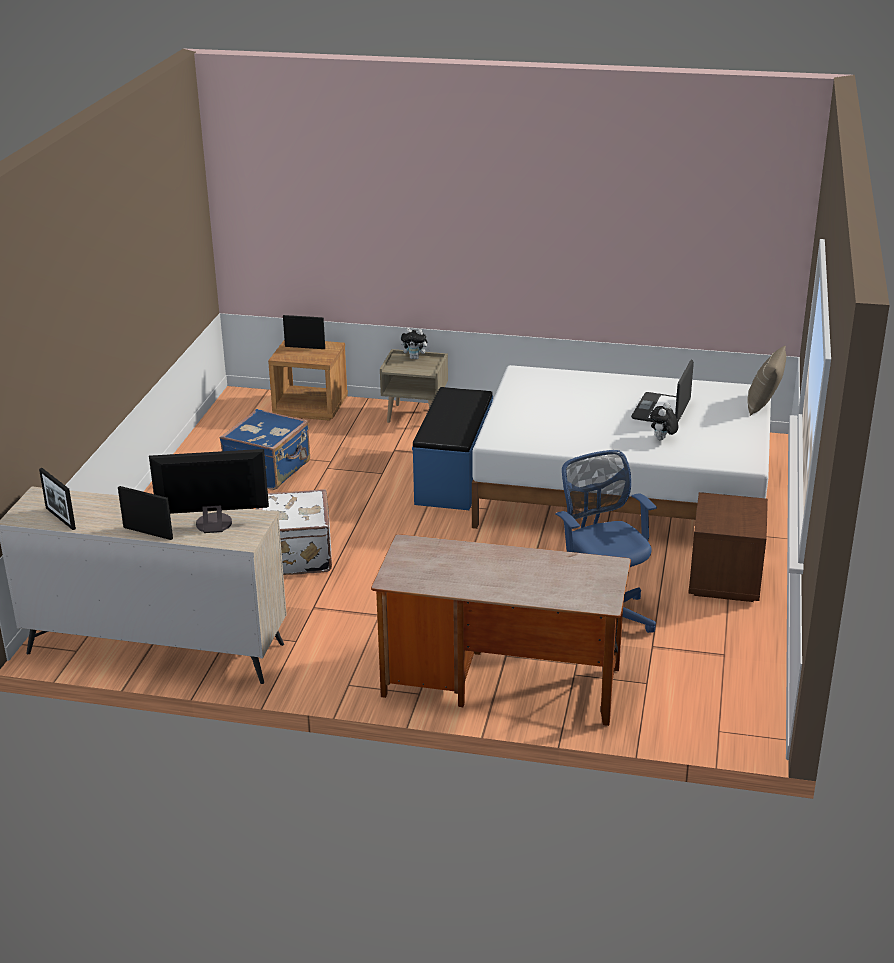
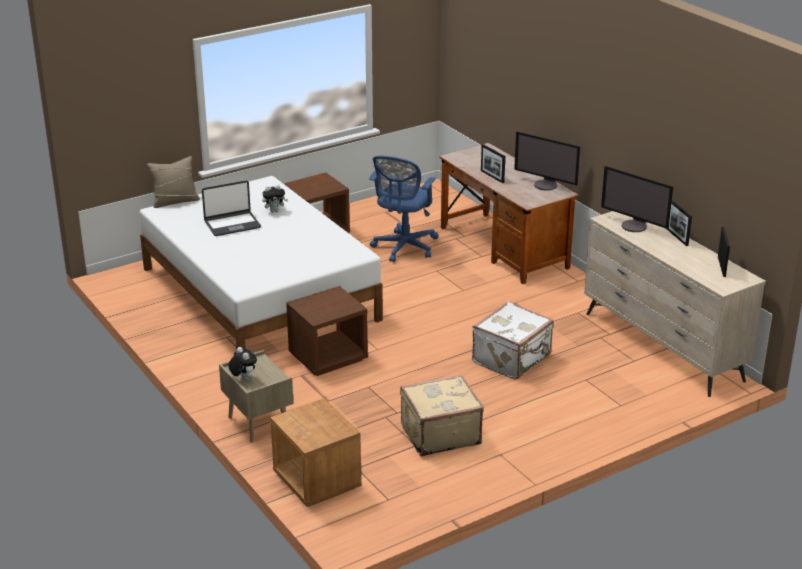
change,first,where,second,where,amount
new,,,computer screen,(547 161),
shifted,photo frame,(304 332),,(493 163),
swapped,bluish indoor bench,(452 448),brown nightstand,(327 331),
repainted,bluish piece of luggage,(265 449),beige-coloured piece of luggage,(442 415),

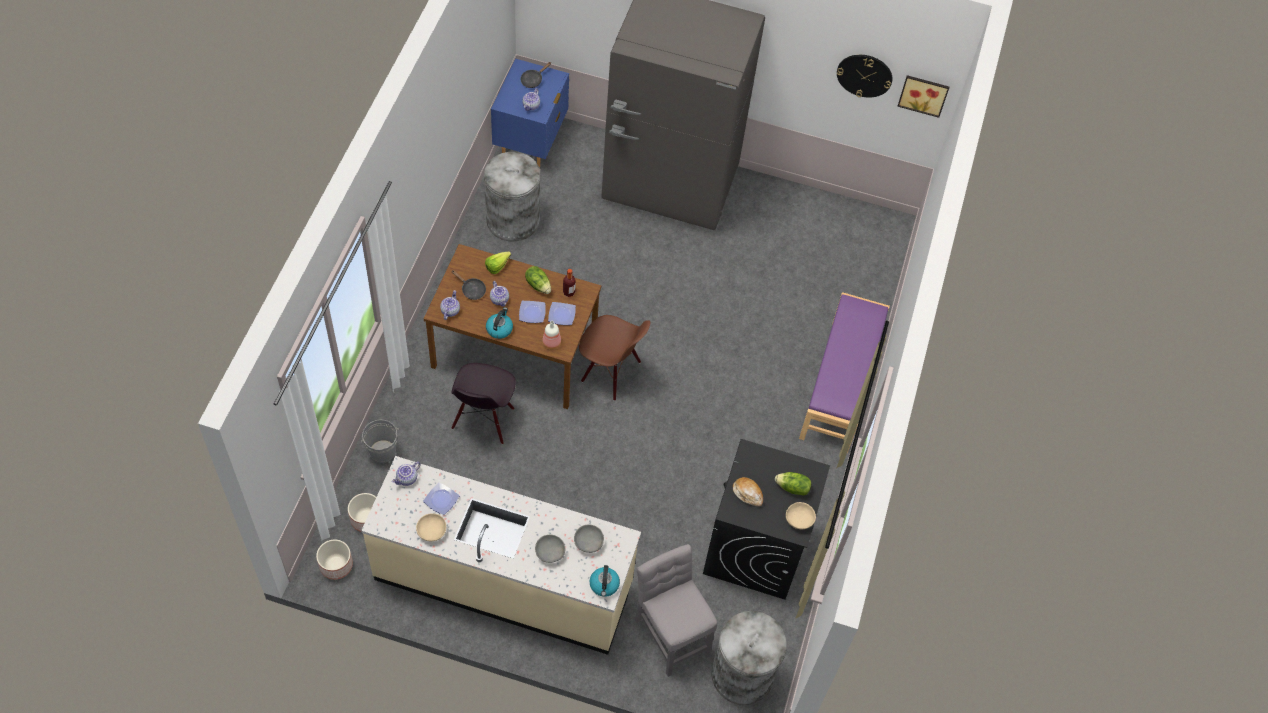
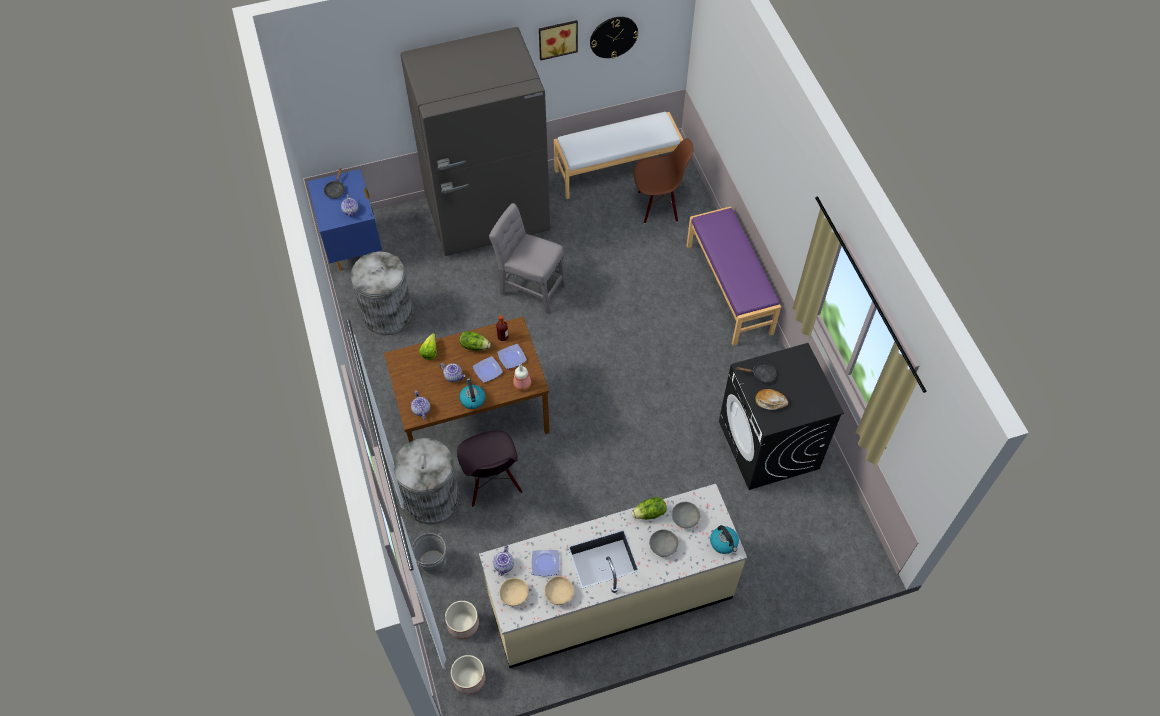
change,first,where,second,where,amount
new,,,white-coloured indoor bench,(618 155),
shifted,blackish skillet,(469 285),,(756 372),
shifted,brown upright chair,(614 358),,(663 181),
shifted,gray upright chair,(676 610),,(527 258),
shifted,gray rubbish bin,(749 658),,(427 481),
shifted,lettuce,(793 484),,(649 508),
shifted,beige-coloured deep dish,(801 515),,(514 592),
shifted,picture,(923 96),,(558 40),

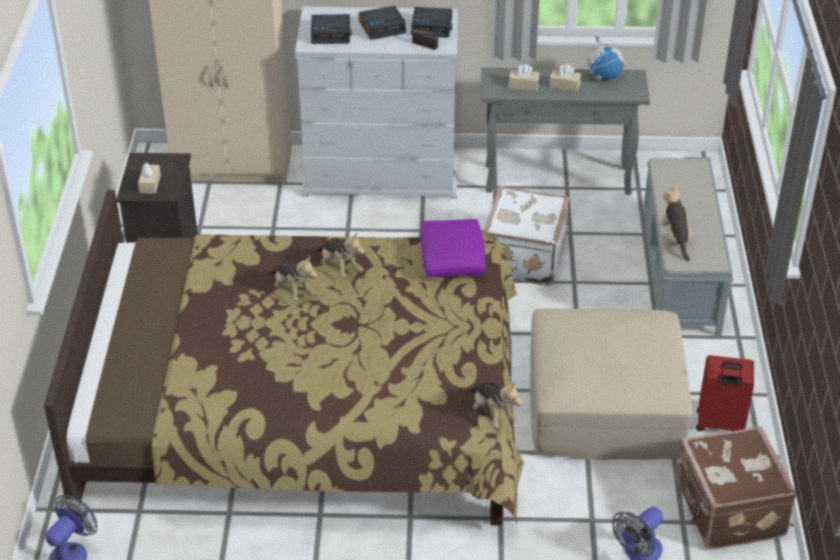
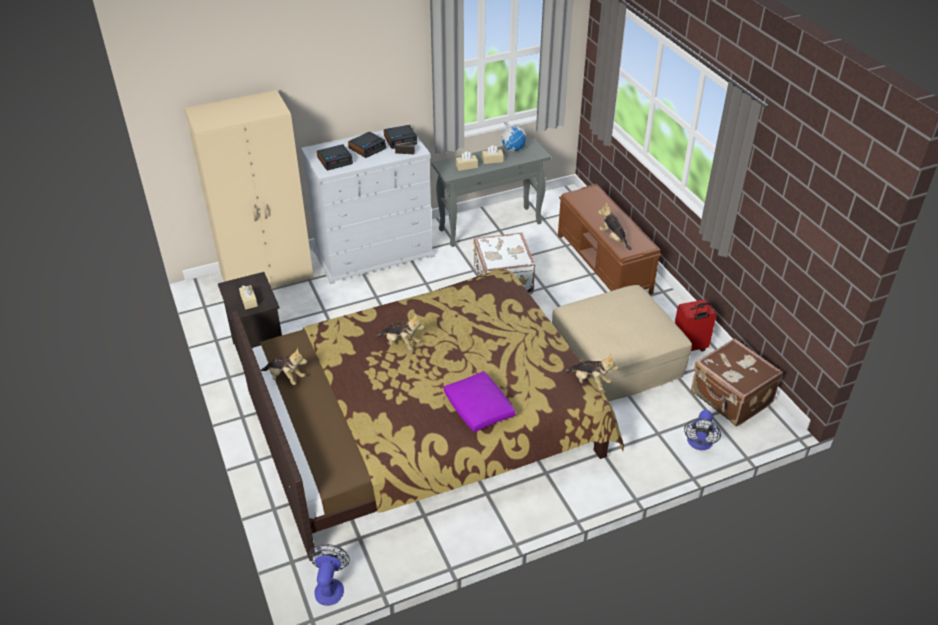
change,first,where,second,where,amount
shifted,cuddly toy,(340 254),,(284 366),
shifted,purple-coloured throw pillow,(453 248),,(479 401),
repainted,gray indoor bench,(687 246),brown indoor bench,(609 239),

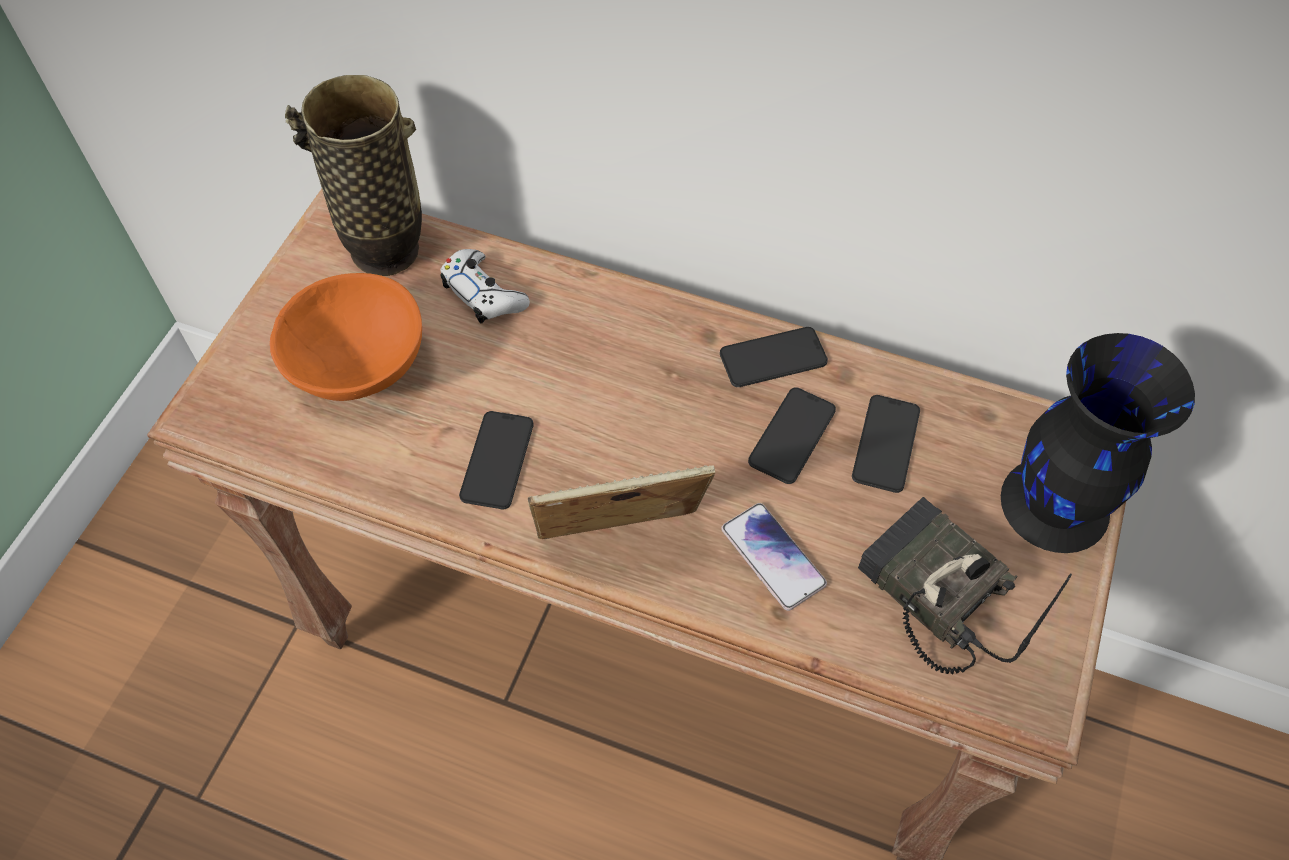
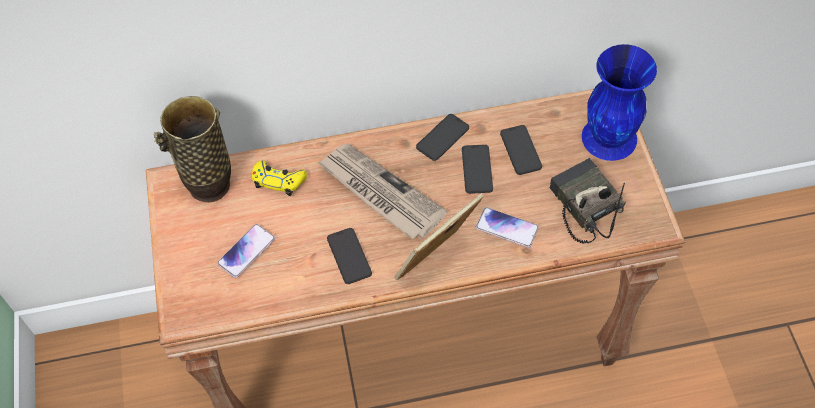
change,first,where,second,where,amount
new,,,daily paper,(382 192),
swapped,orangey deep dish,(346 337),handset,(246 251),
repainted,white-coloured gamepad,(485 286),yellow gamepad,(279 178),
repainted,blackish vase,(1098 443),bluish vase,(619 102),
rotated,radio,(965 585),,(588 201),45 degrees clockwise

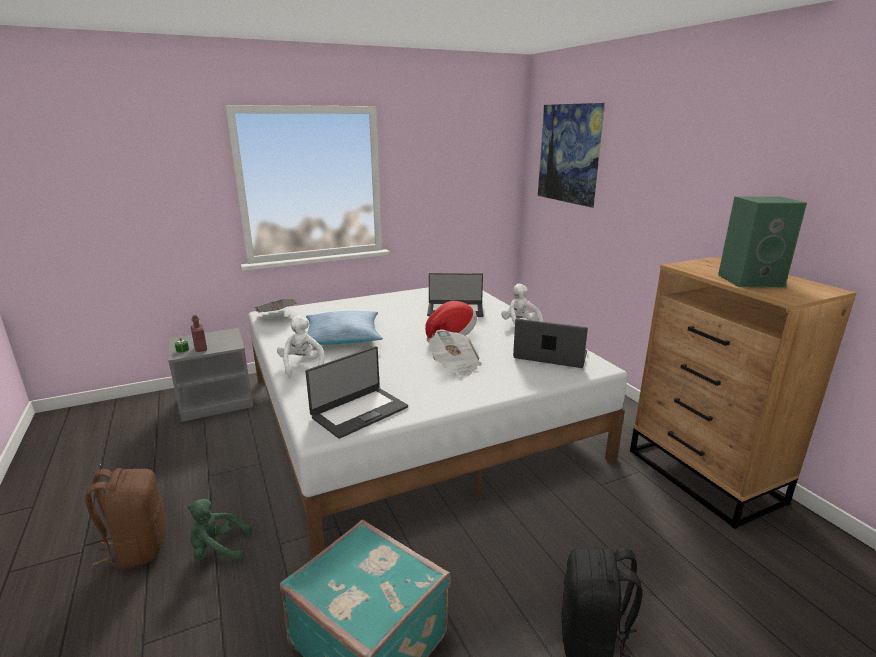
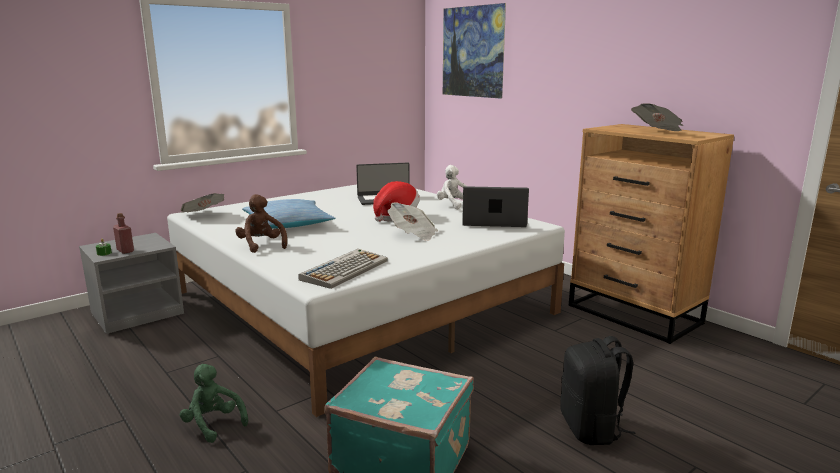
change,first,where,second,where,amount
gone,brown rucksack,(125 518),,,
swapped,notebook computer,(356 392),keyboard,(343 269),
swapped,green-coloured loudspeaker,(762 241),daily paper,(657 117),
repainted,white-coloured cuddly toy,(301 346),brown cuddly toy,(261 223),
rotated,green-coloured cuddly toy,(219 530),,(214 403),60 degrees clockwise

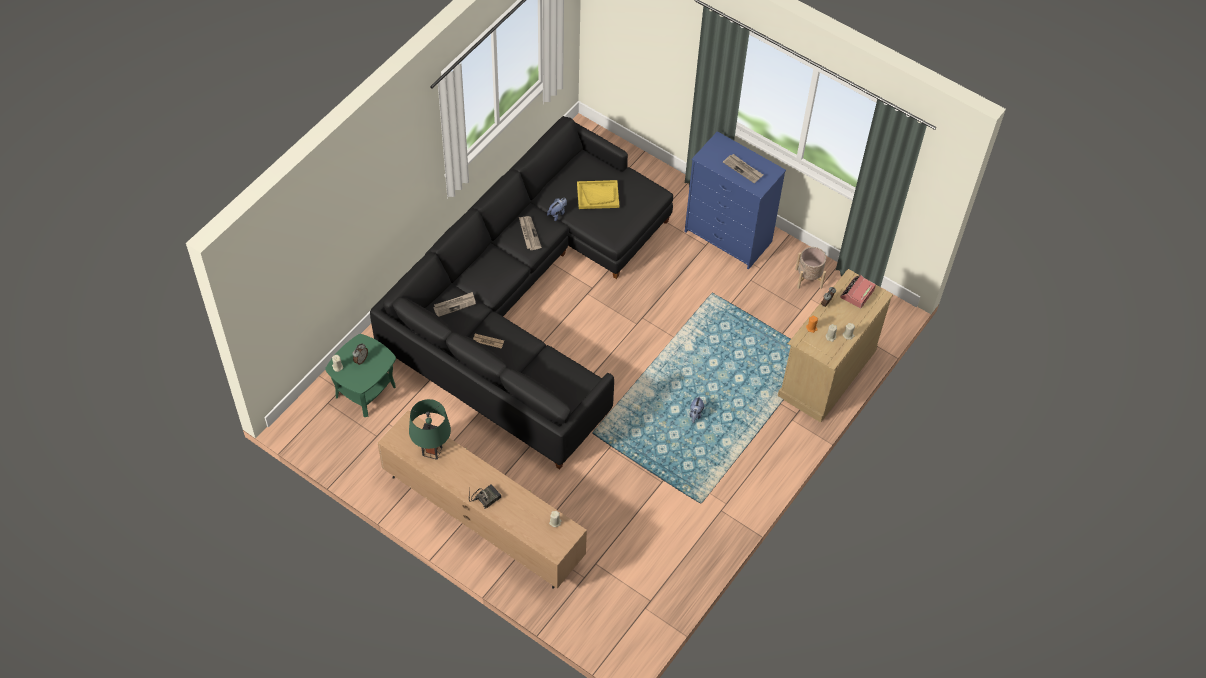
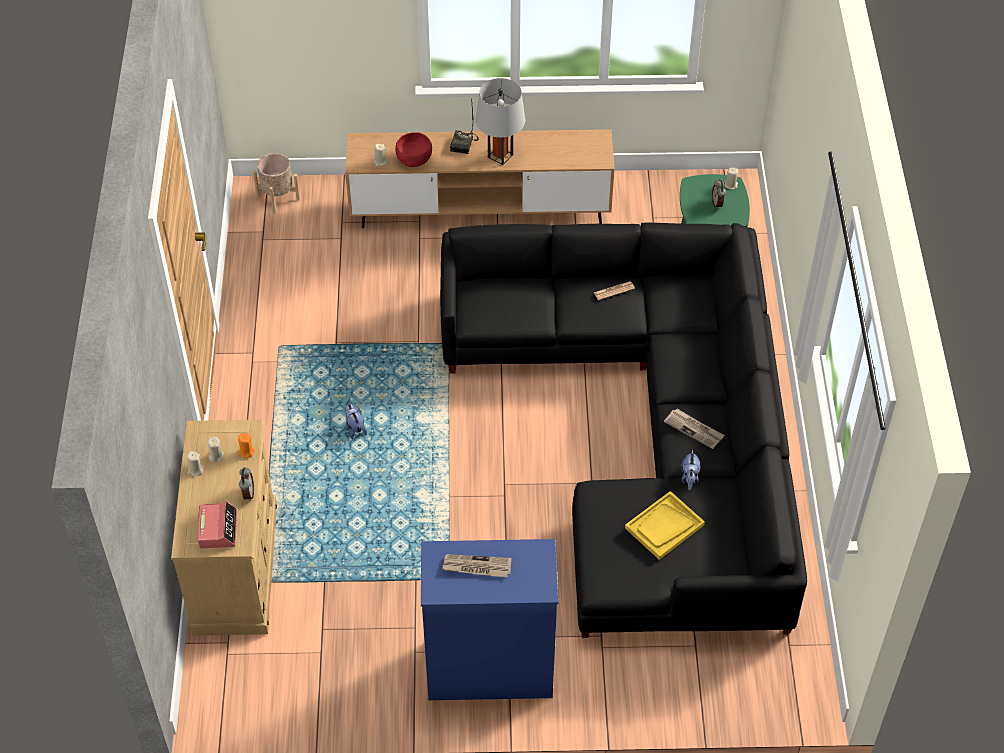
change,first,where,second,where,amount
gone,green-coloured lamp for a table,(430 429),,,
gone,daily paper,(454 304),,,
new,,,red deep dish,(413 149),
new,,,gray lamp for a table,(500 121),
shifted,beige-coloured flower pot,(810 268),,(276 183),

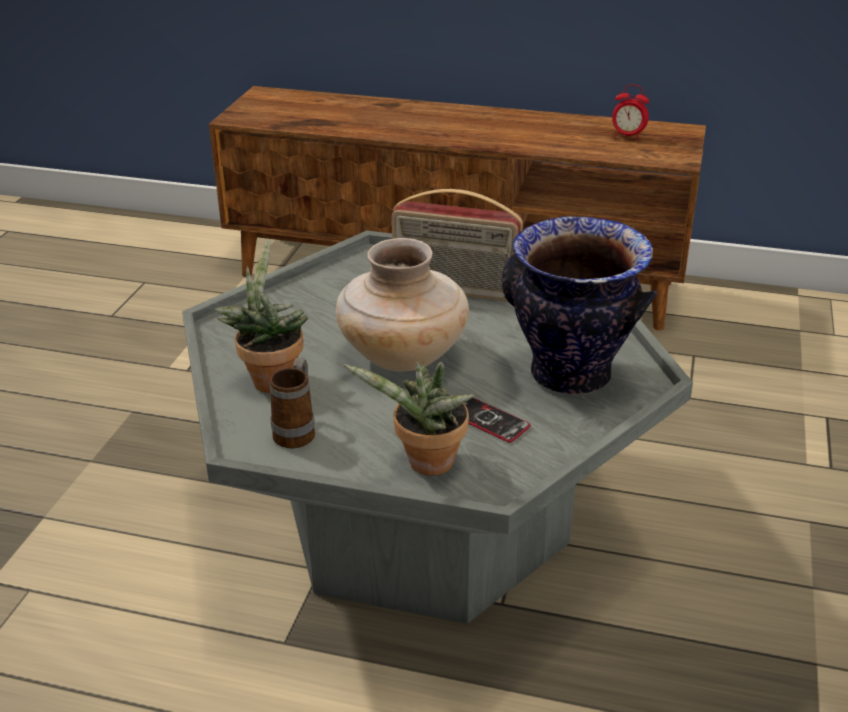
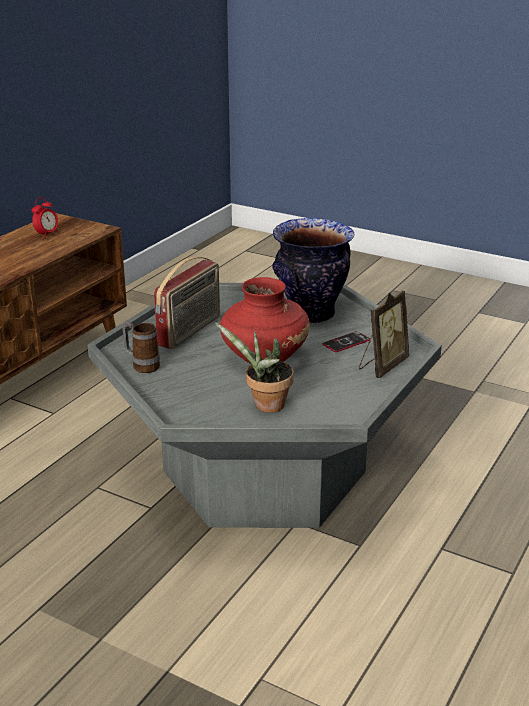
change,first,where,second,where,amount
shifted,tea mug,(292 402),,(141 347),
swapped,plant in a pot,(408 419),photo frame,(384 334),
repainted,beige-coloured vase,(402 305),red vase,(265 320),

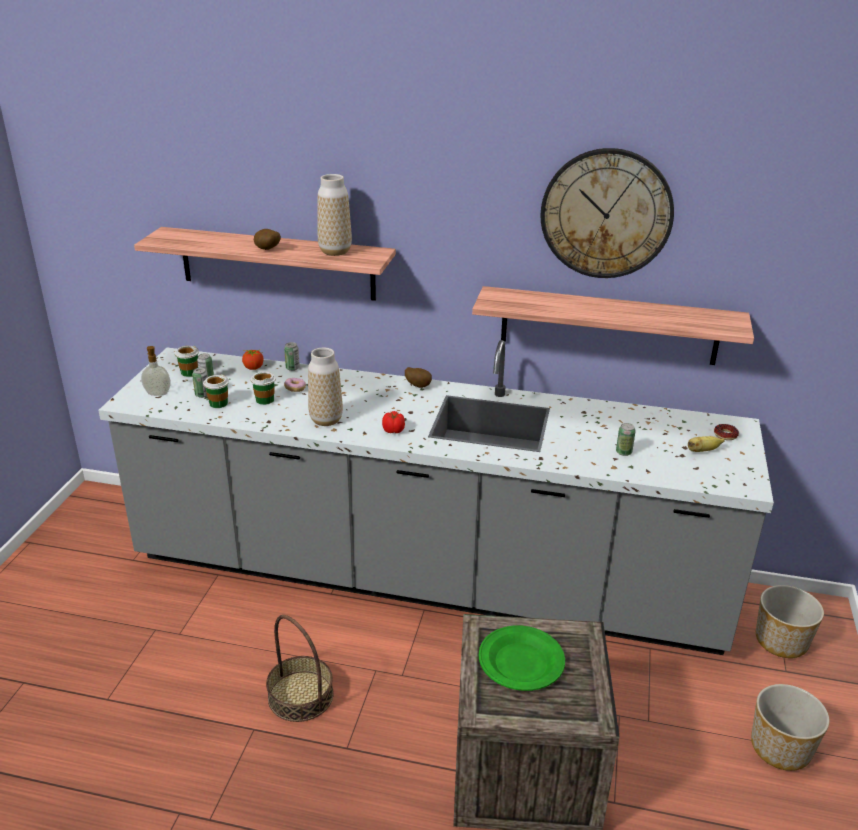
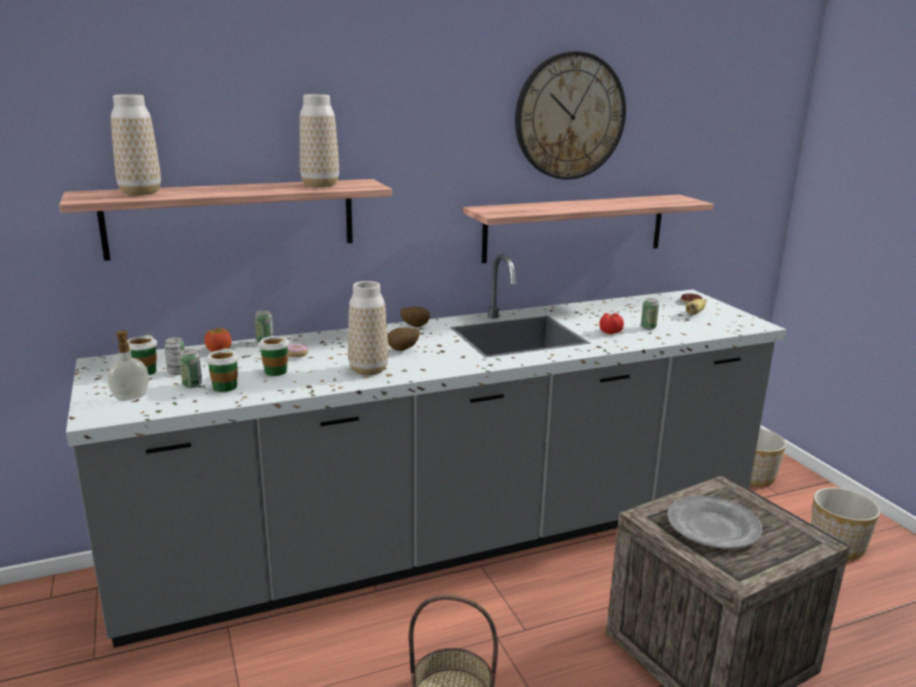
change,first,where,second,where,amount
new,,,vase,(136 145),
shifted,spud,(267 239),,(404 339),
shifted,tomato,(393 422),,(611 323),
repainted,green-coloured plate,(522 658),gray plate,(714 522),

